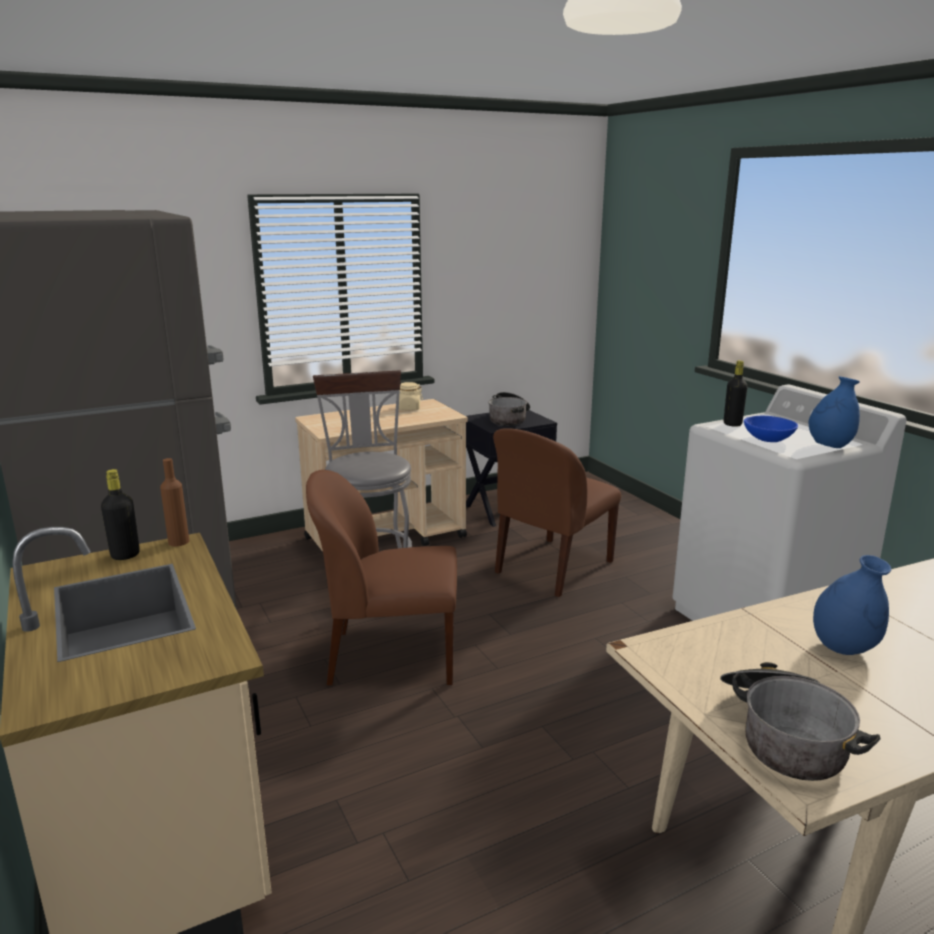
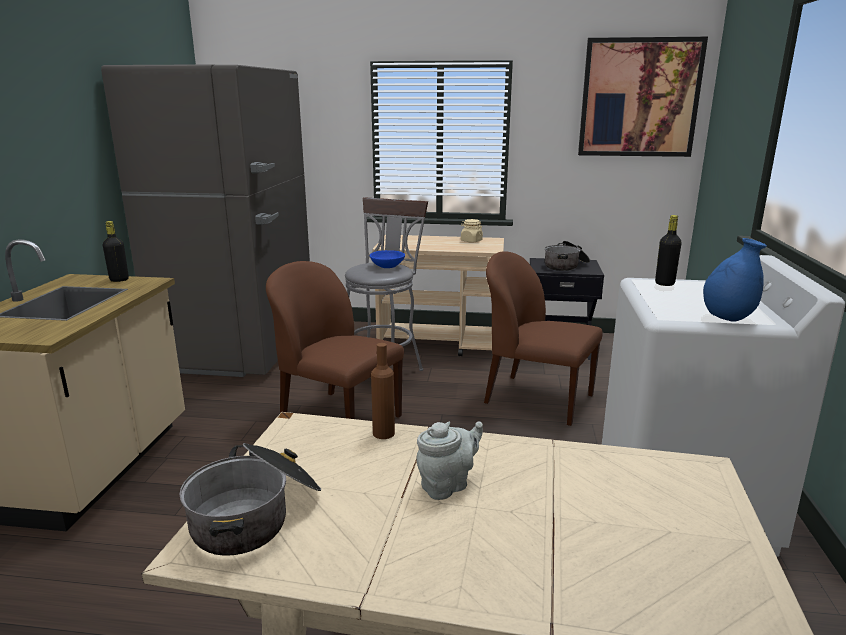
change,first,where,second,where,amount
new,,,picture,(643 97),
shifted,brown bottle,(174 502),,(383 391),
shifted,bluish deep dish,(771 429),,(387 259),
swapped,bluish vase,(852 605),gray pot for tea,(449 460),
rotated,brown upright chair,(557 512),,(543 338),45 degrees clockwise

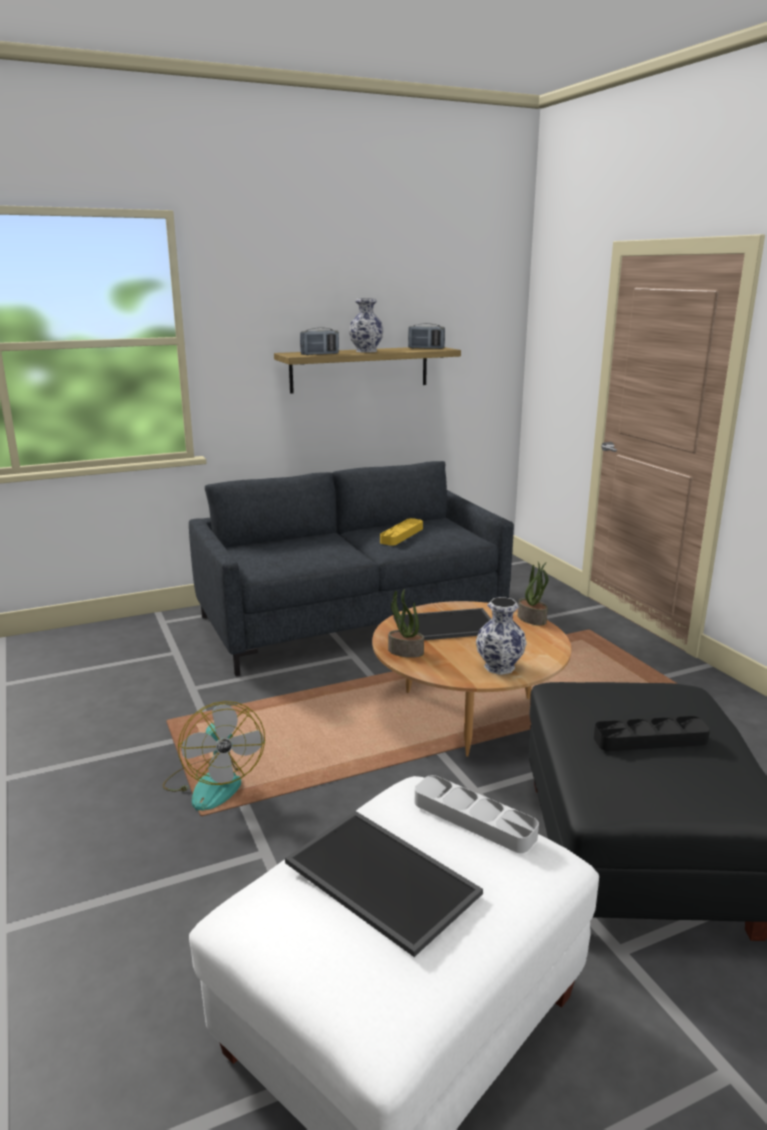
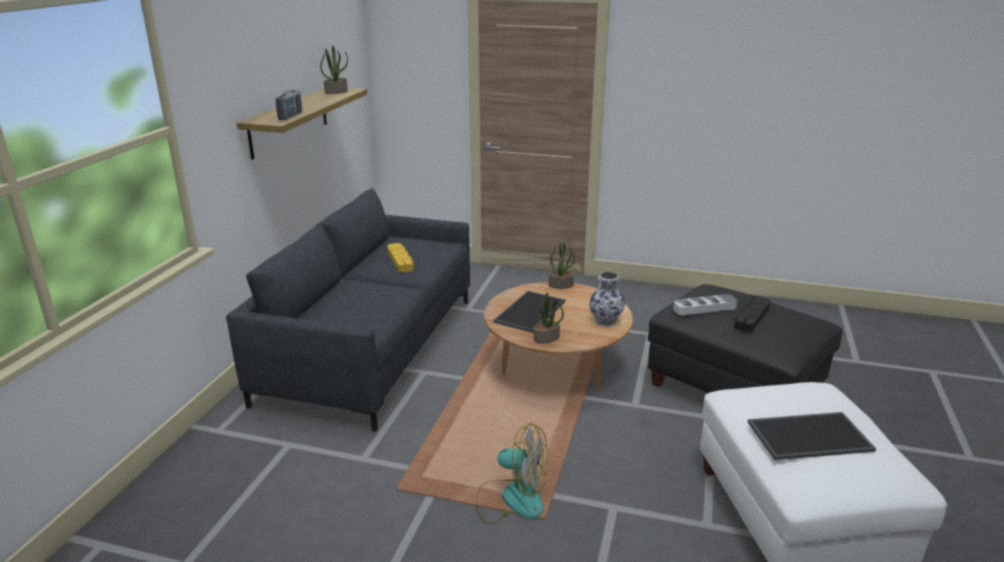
change,first,where,second,where,amount
gone,vase,(366 325),,,
shifted,gray tray,(477 814),,(705 304),
swapped,radio,(426 336),plant in a pot,(334 70),

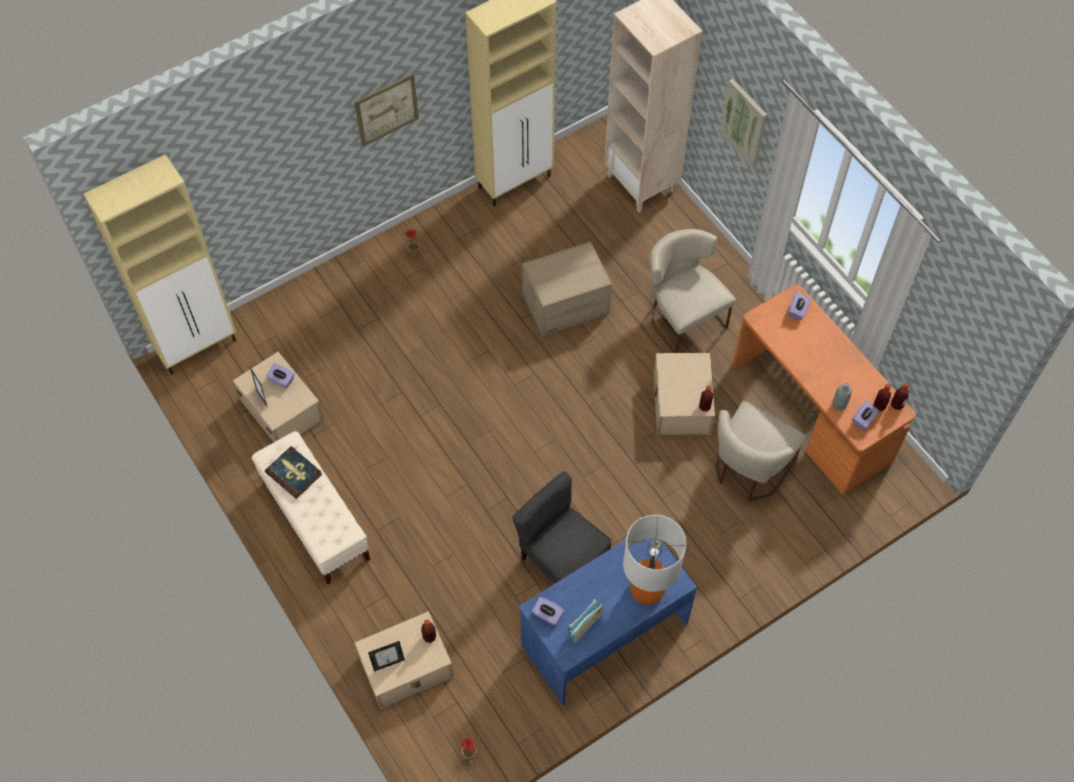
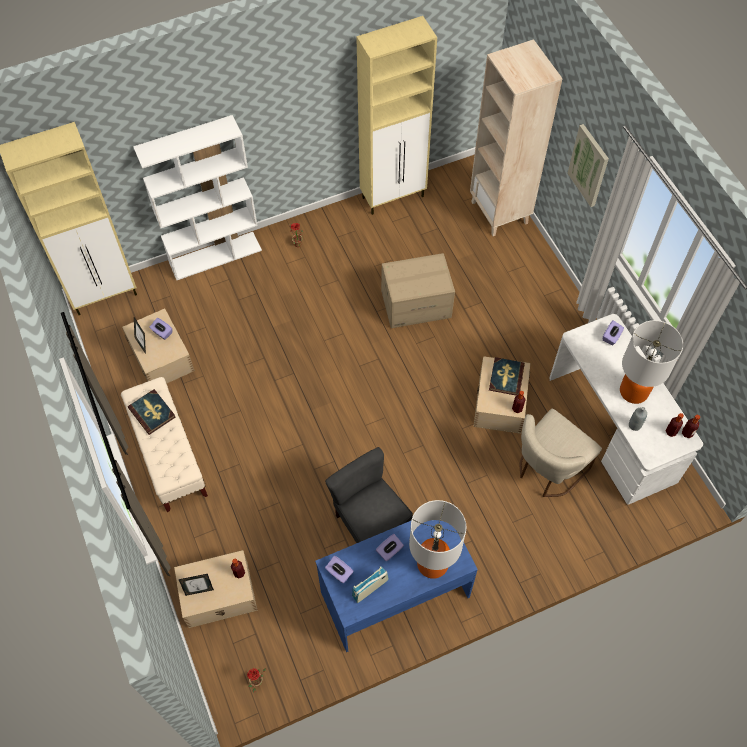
change,first,where,second,where,amount
gone,picture,(387 110),,,
gone,beige-coloured upright chair,(692 291),,,
new,,,white-coloured bookcase,(197 197),
new,,,volume,(507 376),
new,,,lamp for a table,(651 362),
shifted,purple-coloured tissue box,(865 415),,(390 547),
repainted,orangey desk unit,(824 389),white-coloured desk unit,(626 409),

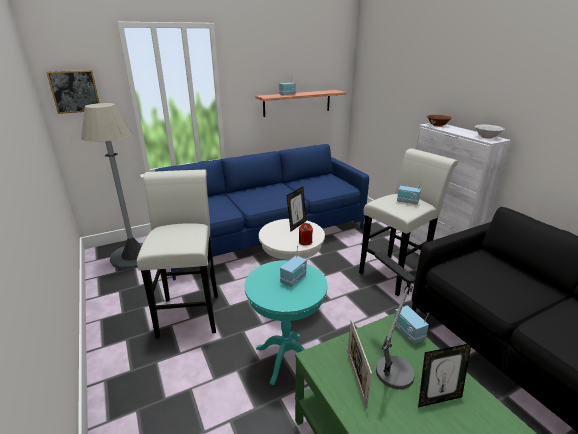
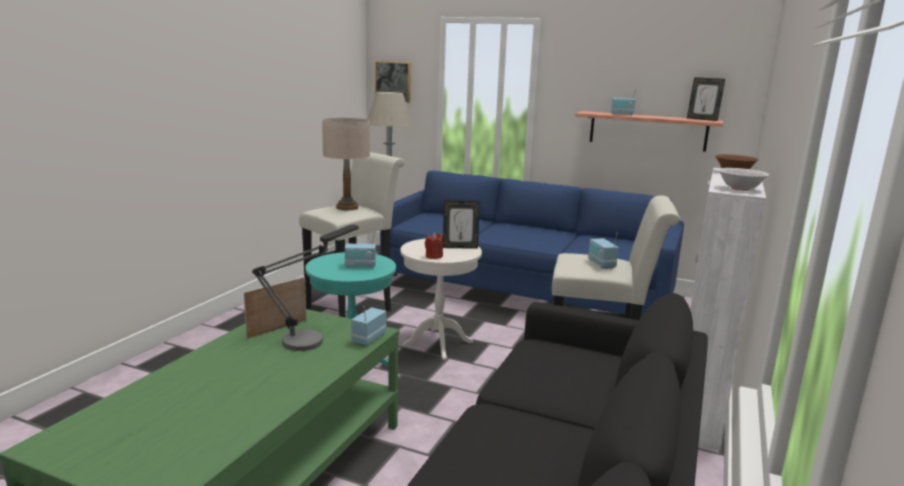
change,first,where,second,where,amount
new,,,beige-coloured lamp for a table,(346 164),
shifted,photo frame,(445 375),,(706 99),

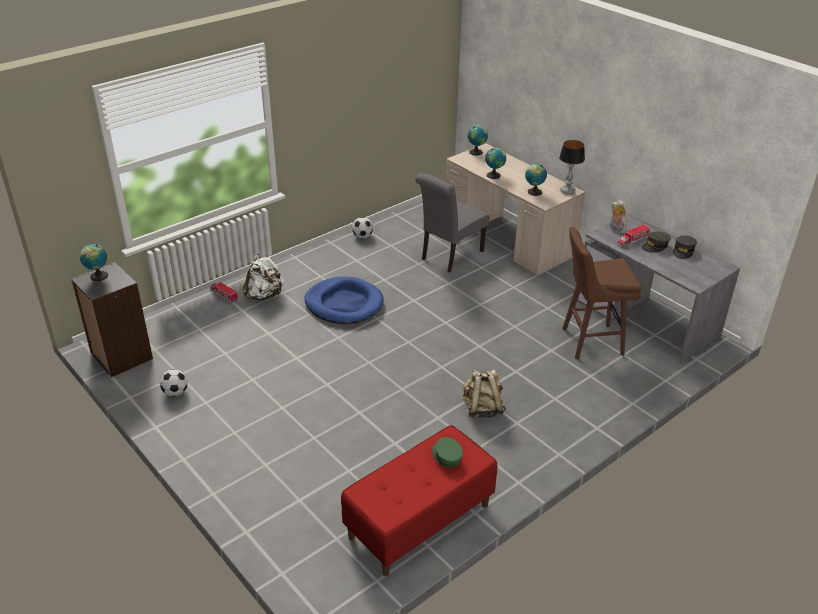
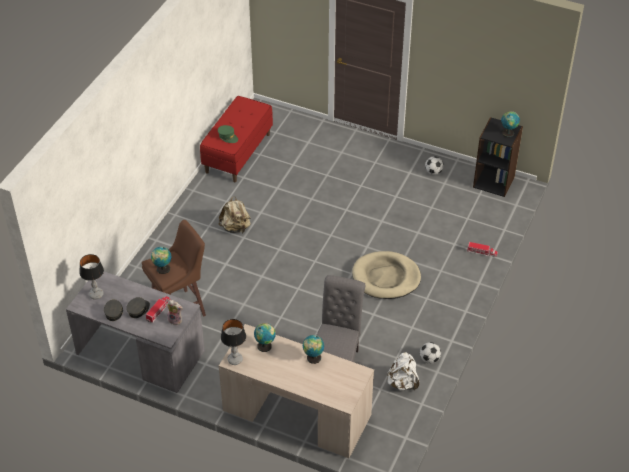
change,first,where,second,where,amount
new,,,lamp for a table,(91 277),
shifted,white-coloured rucksack,(263 277),,(403 371),
shifted,world globe,(478 140),,(161 260),
repainted,bluish pet bed,(344 300),beige-coloured pet bed,(386 275),

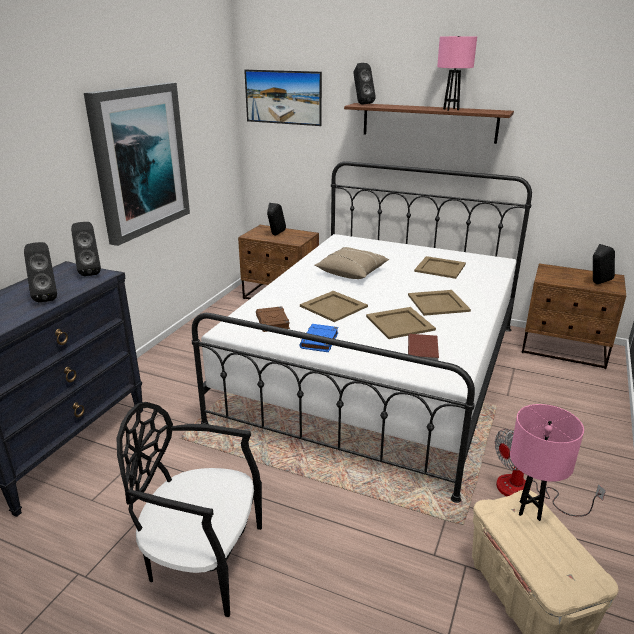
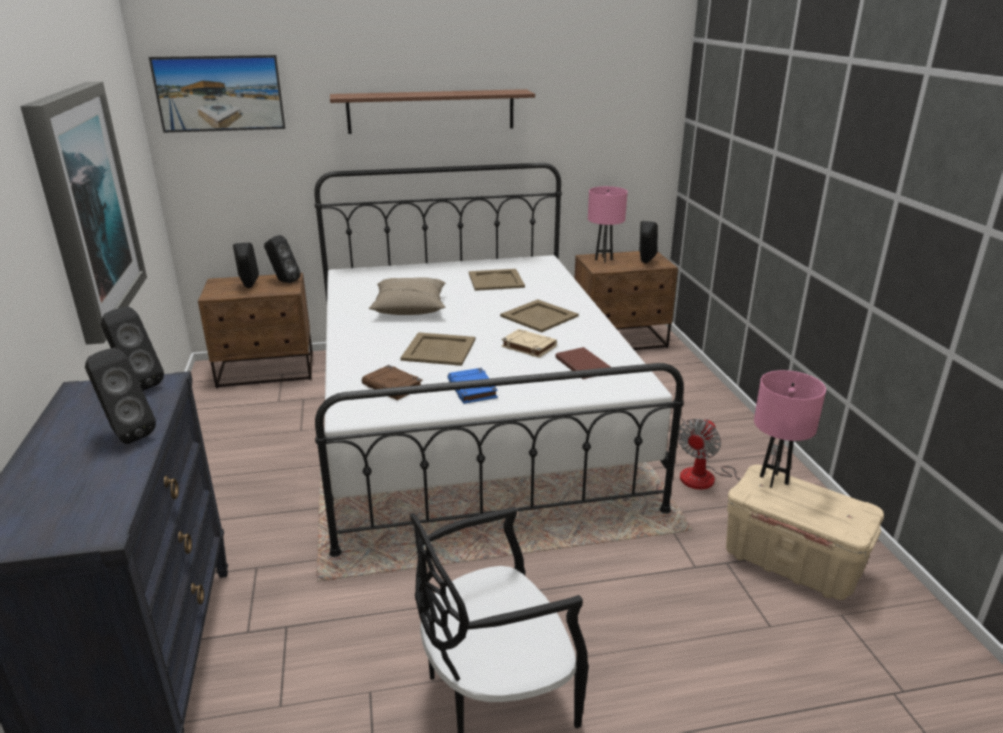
change,first,where,second,where,amount
shifted,blackish loudspeaker,(364 84),,(282 259),
shifted,pinkish lamp for a table,(457 73),,(608 224),
swapped,beige-coloured tray,(401 323),beige-coloured volume,(529 343),

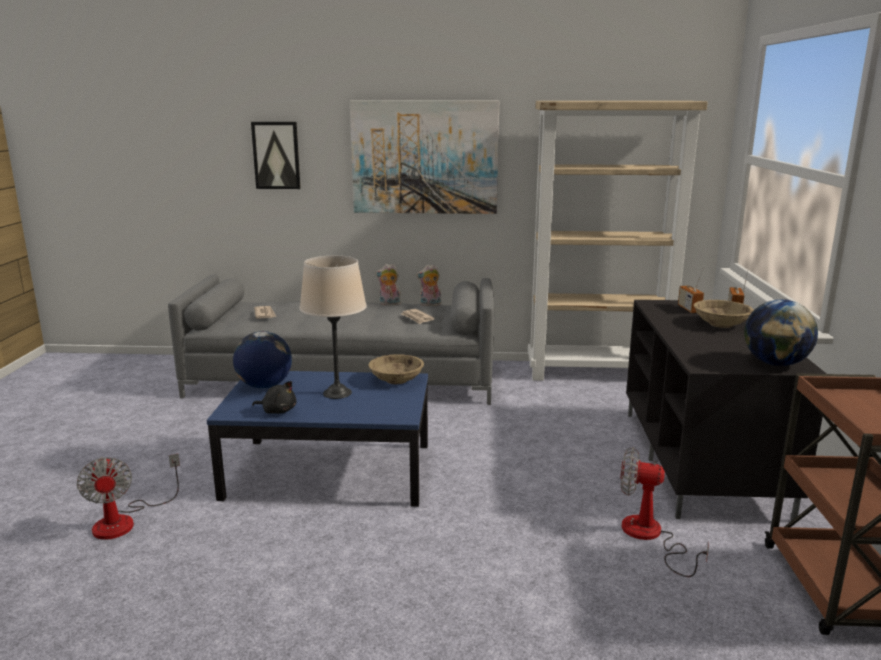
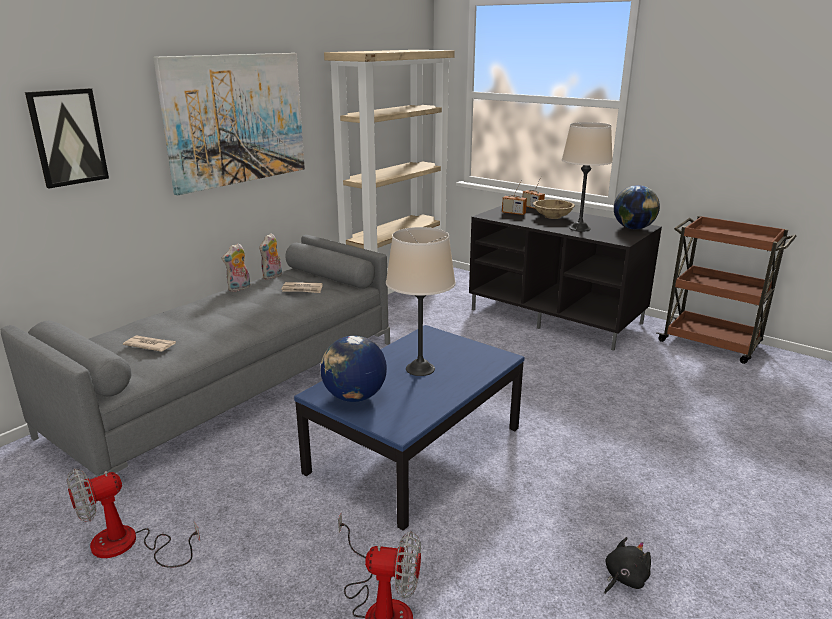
change,first,where,second,where,amount
gone,beige-coloured deep dish,(396 369),,,
new,,,beige-coloured lamp for a table,(587 177),
shifted,blackish cuddly toy,(274 397),,(627 565),
shifted,electric fan,(665 512),,(133 518),

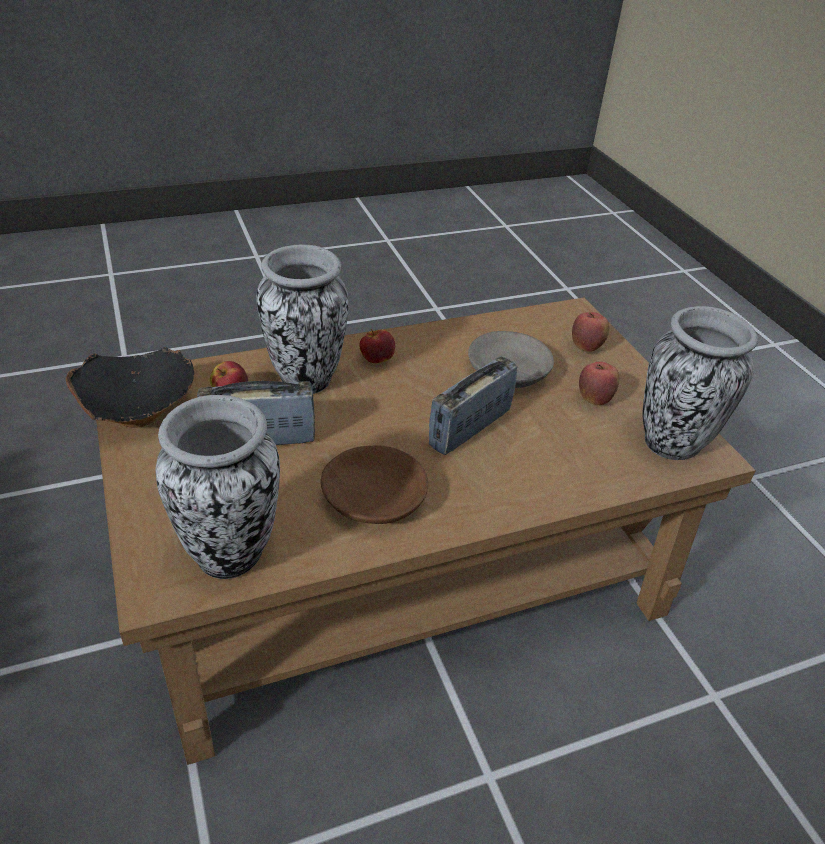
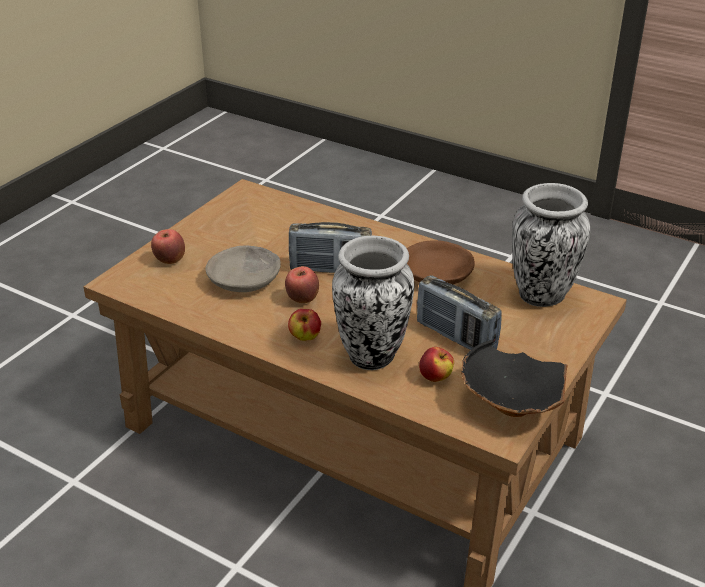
change,first,where,second,where,amount
gone,vase,(700 383),,,
shifted,apple fruit,(599 383),,(302 284),

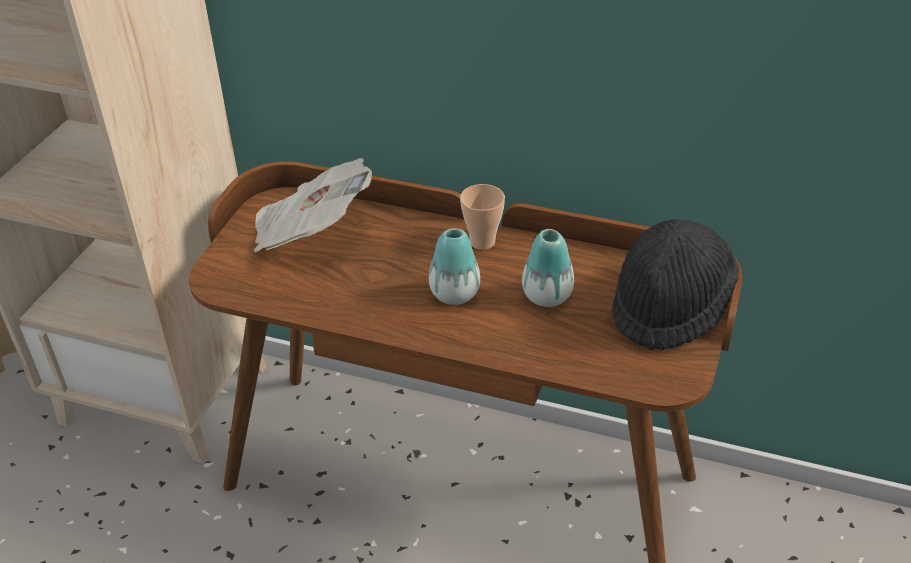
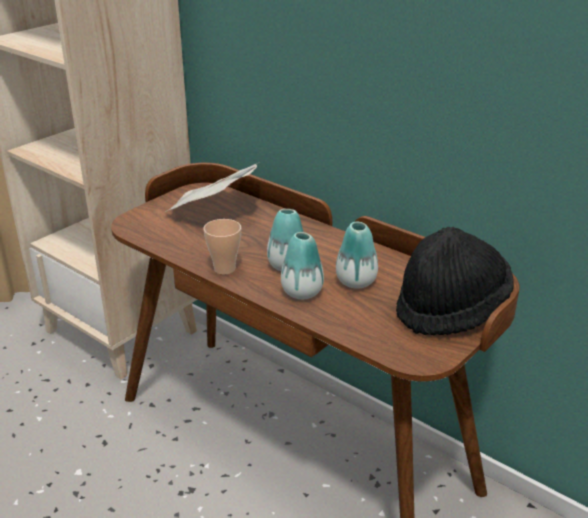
change,first,where,second,where,amount
new,,,vase,(302 265),
shifted,drinking cup,(482 217),,(222 247),

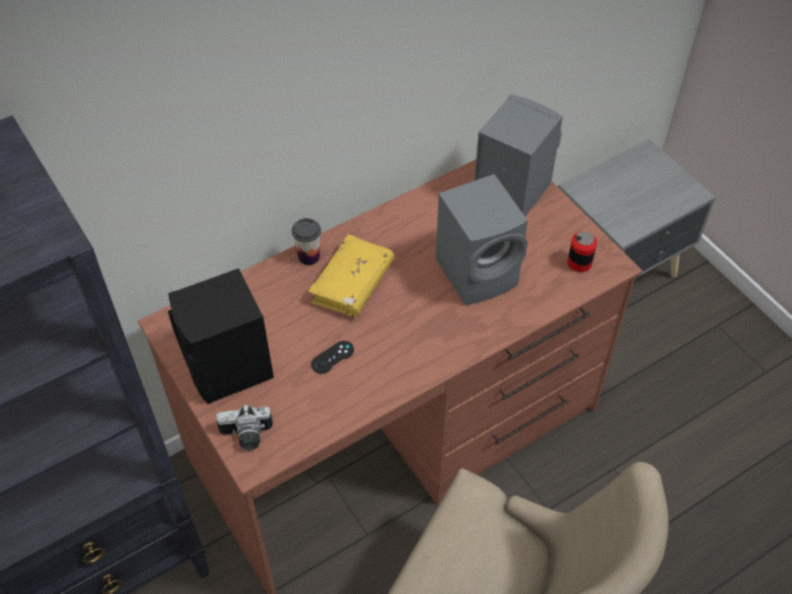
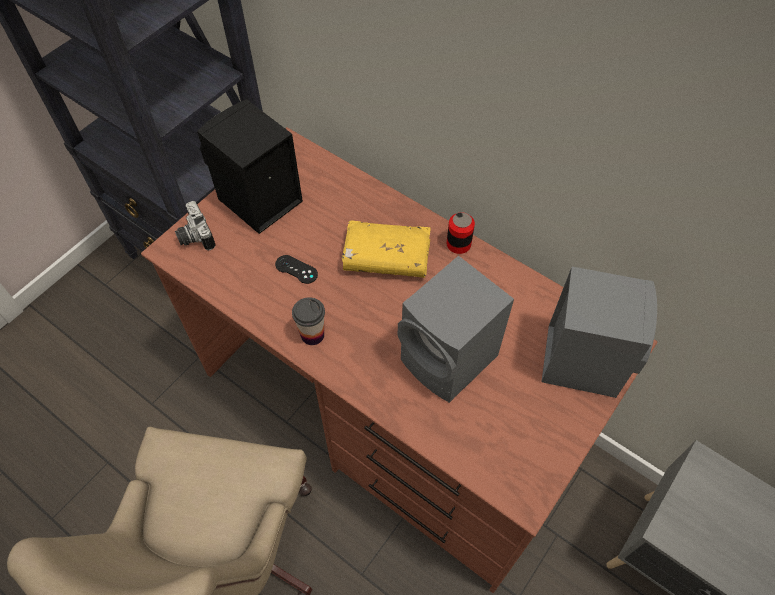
change,first,where,second,where,amount
shifted,drinking cup,(306 241),,(308 321),
shifted,metal can,(582 251),,(460 233),

